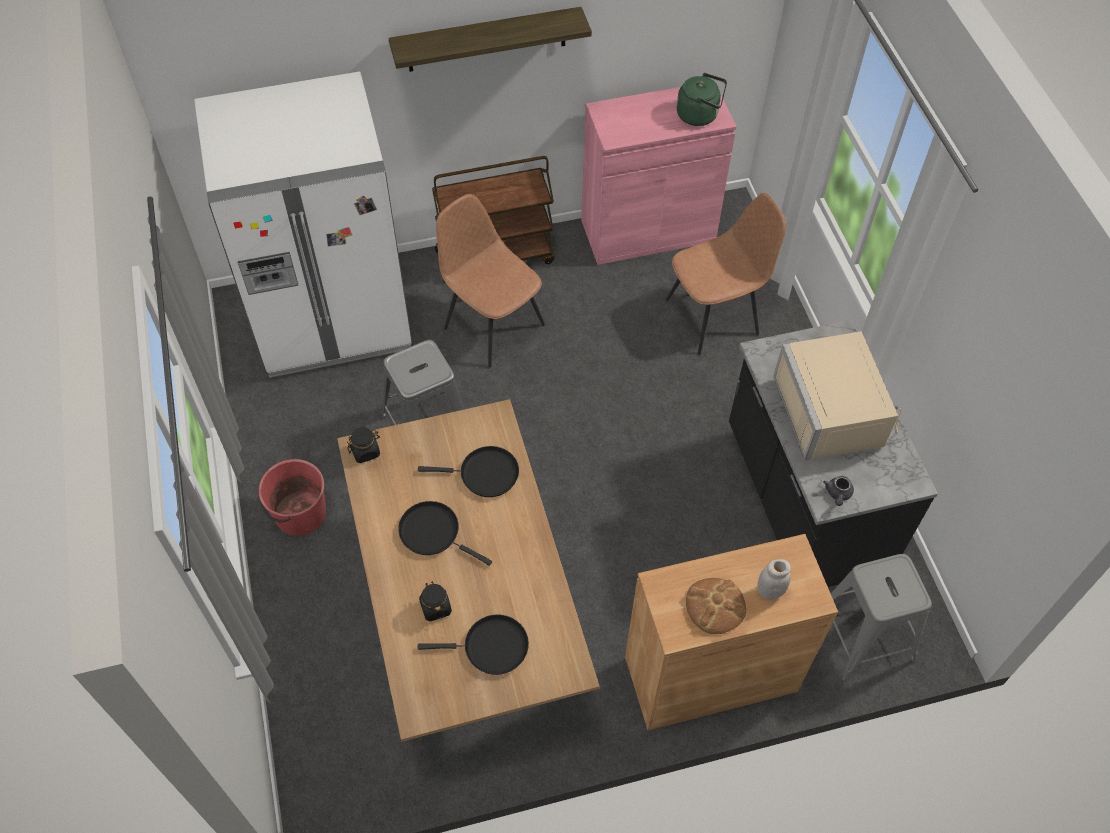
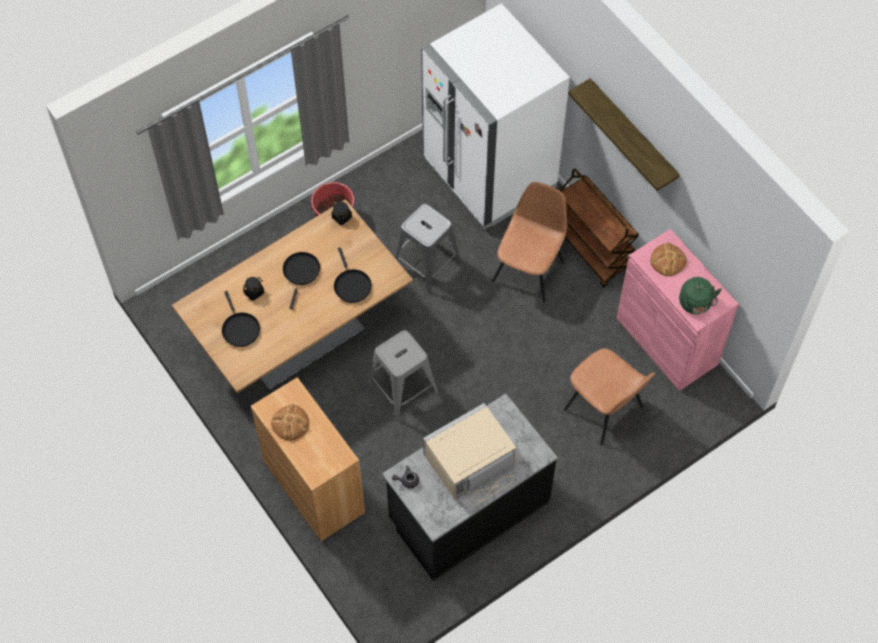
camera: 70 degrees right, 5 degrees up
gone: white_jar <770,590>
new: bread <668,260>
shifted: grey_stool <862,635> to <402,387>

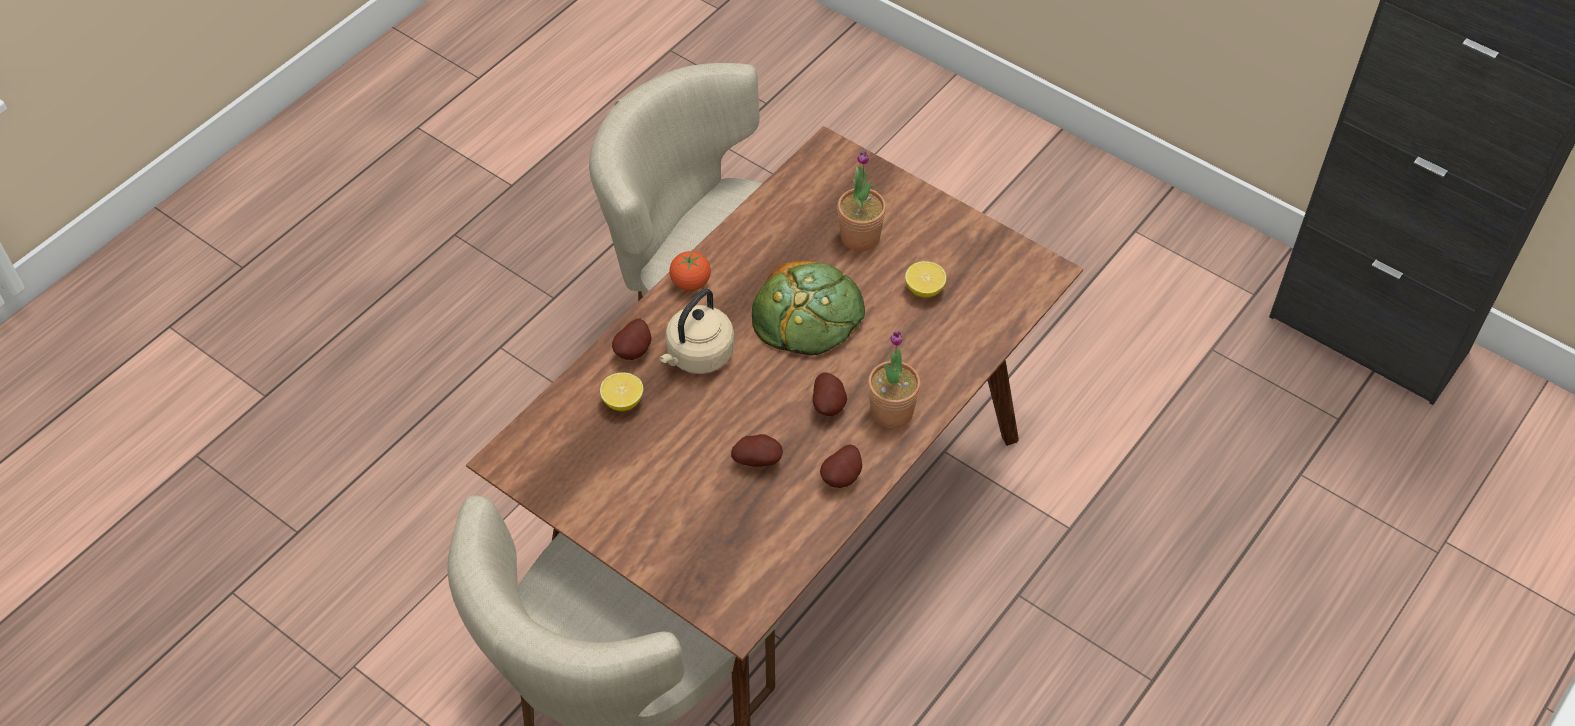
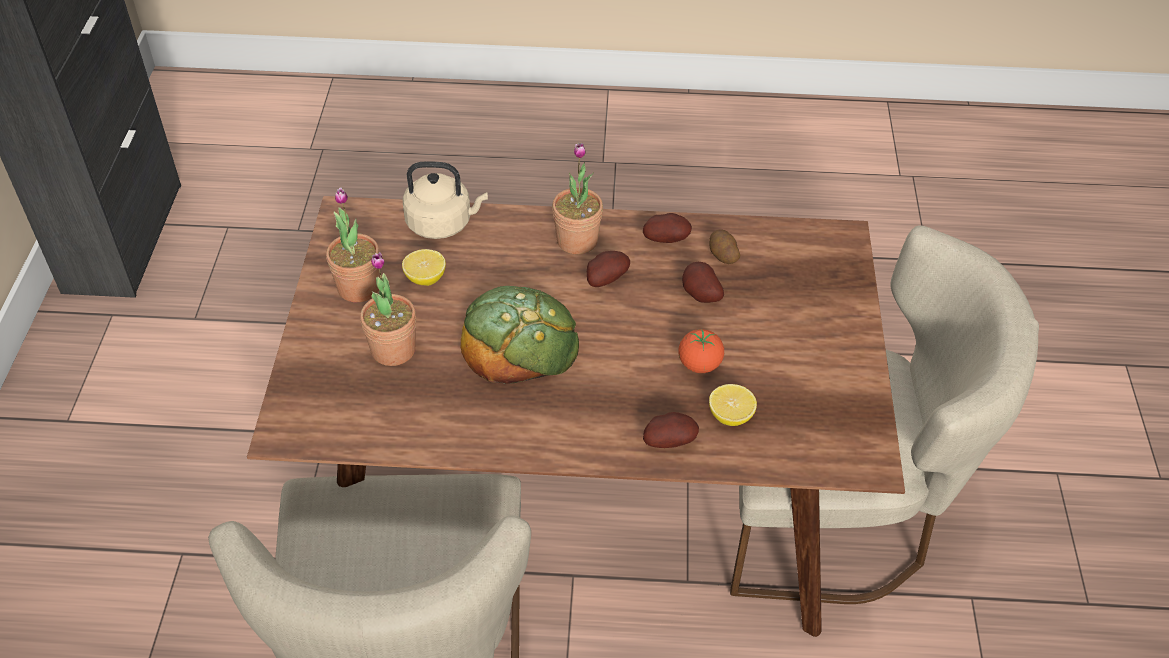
camera: 125 degrees left, 5 degrees down
new: potted_plant <359,287>; potato <722,255>
shifted: beige_kettle <698,356> to <442,223>; tomato <690,283> to <699,364>

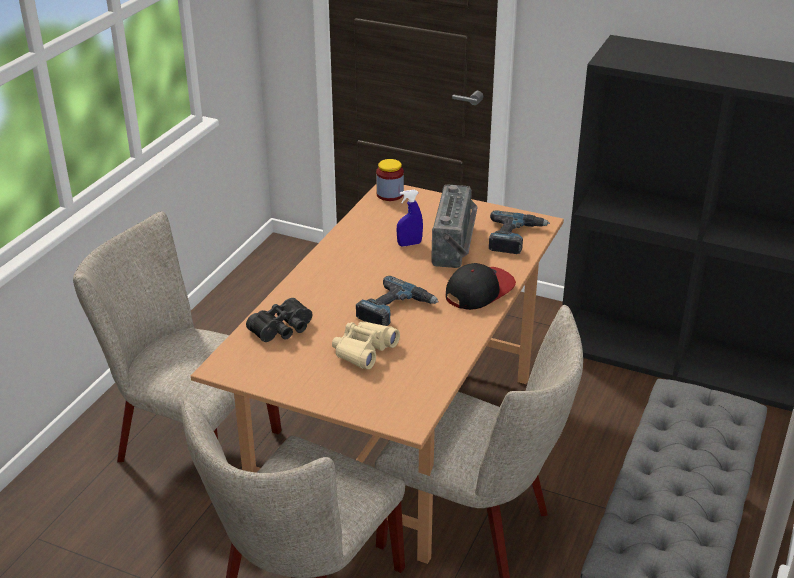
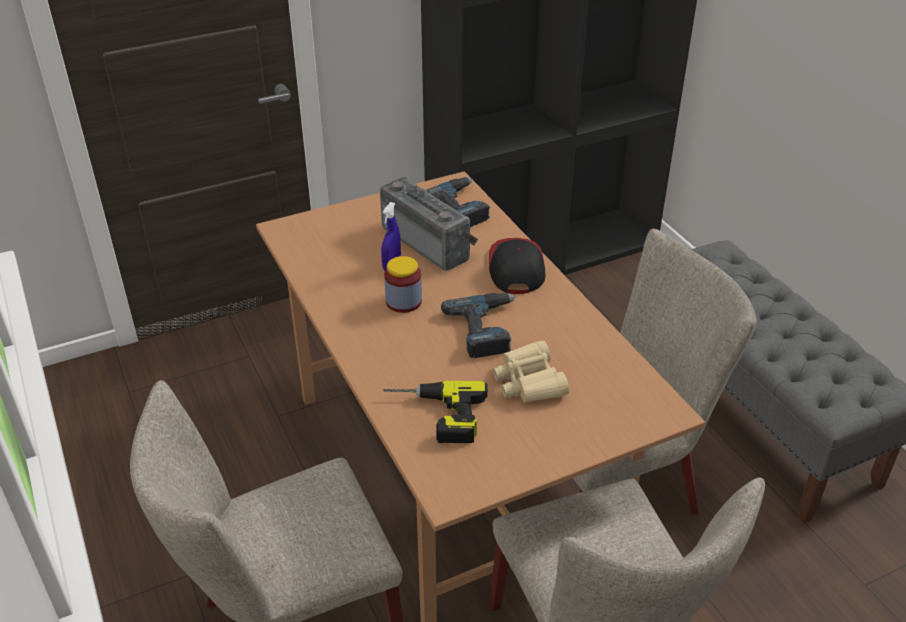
camera: 50 degrees left, 5 degrees up
shifted: jar <390,194> to <403,301>
swapped: black_binoculars <283,330> to power_drill <434,416>

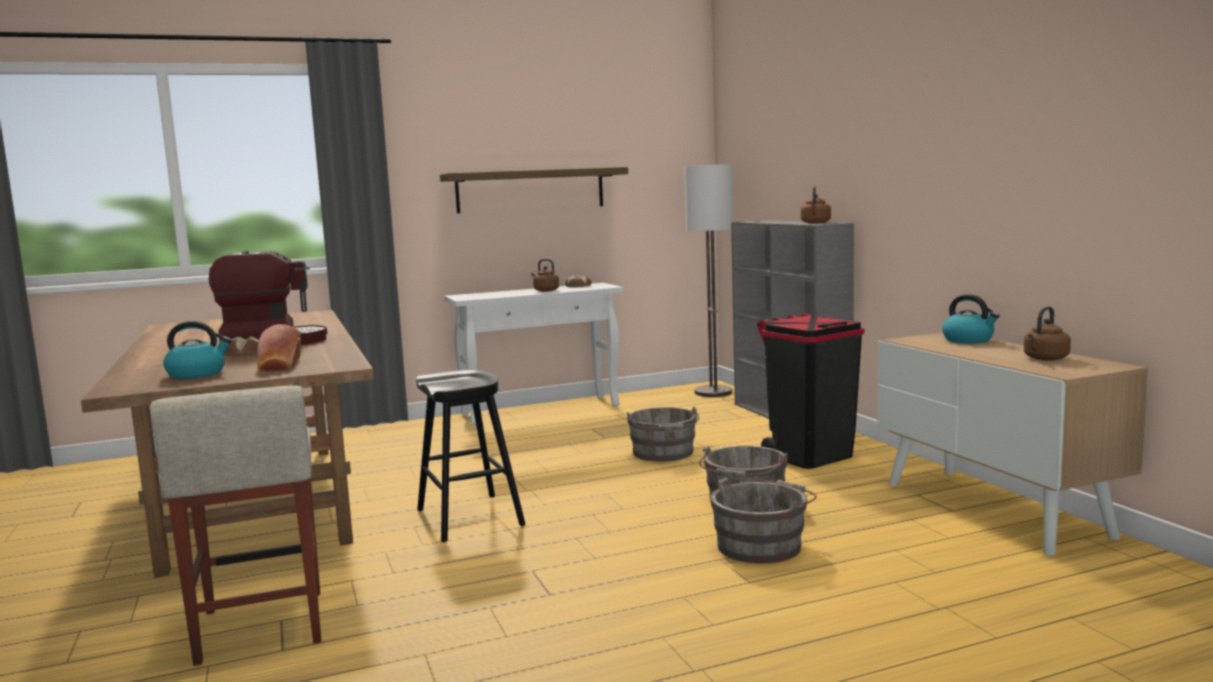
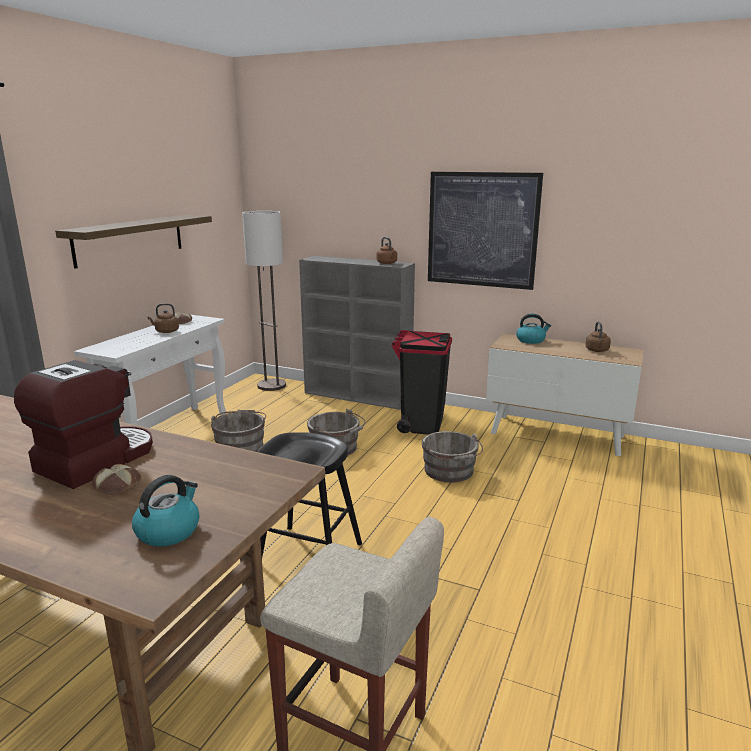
camera: 45 degrees left, 10 degrees up
gone: bread <280,366>
new: picture <482,230>
shifted: grey_bucket <762,545> to <241,446>

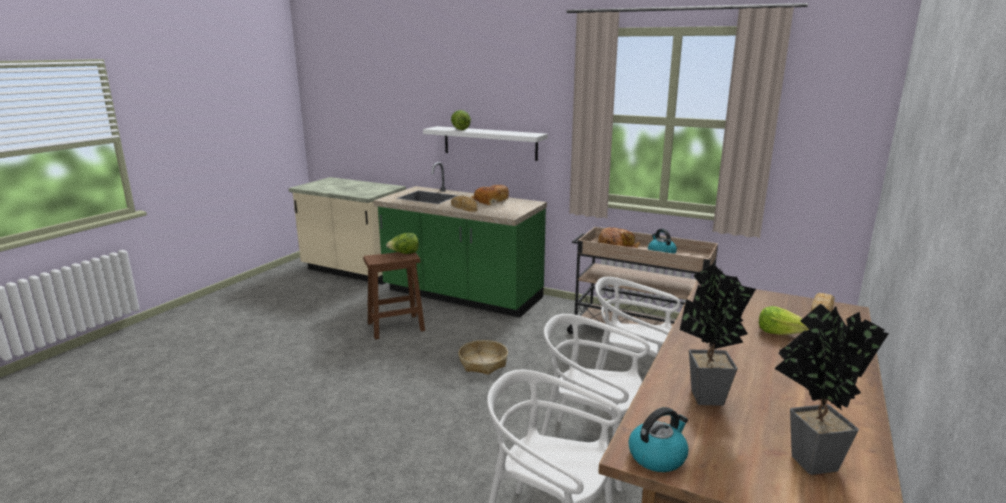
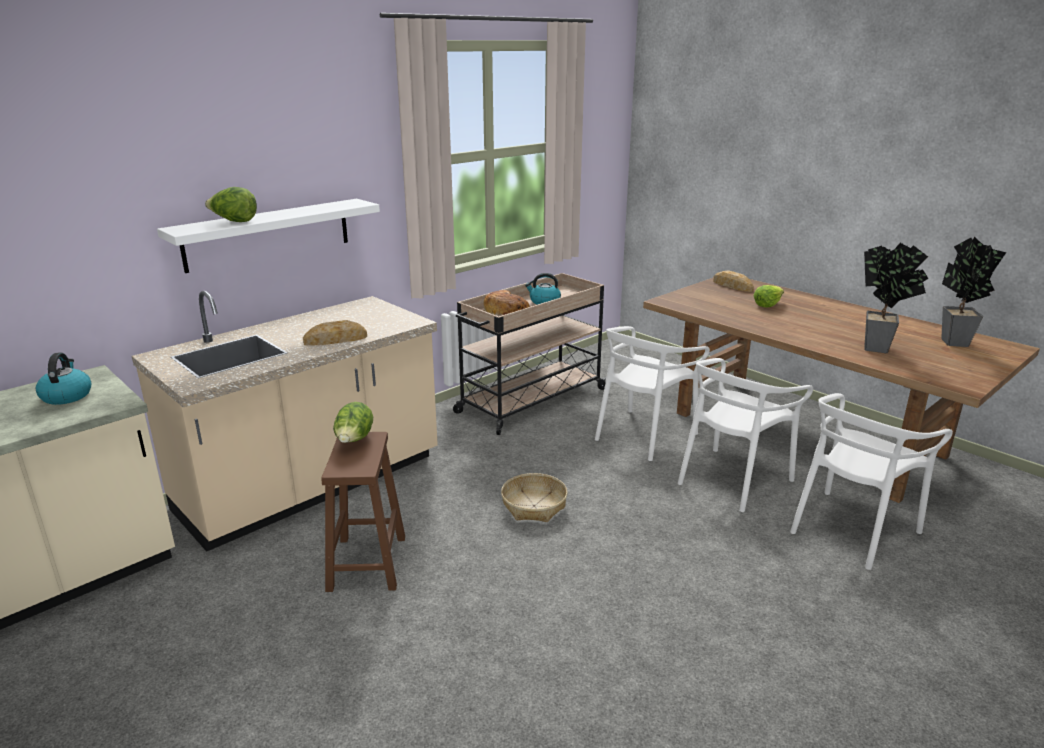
camera: 70 degrees left, 5 degrees up
gone: bread <490,201>
shifted: kettle <657,456> to <66,396>
repainted: green_counter <462,295> to beige_counter <312,485>

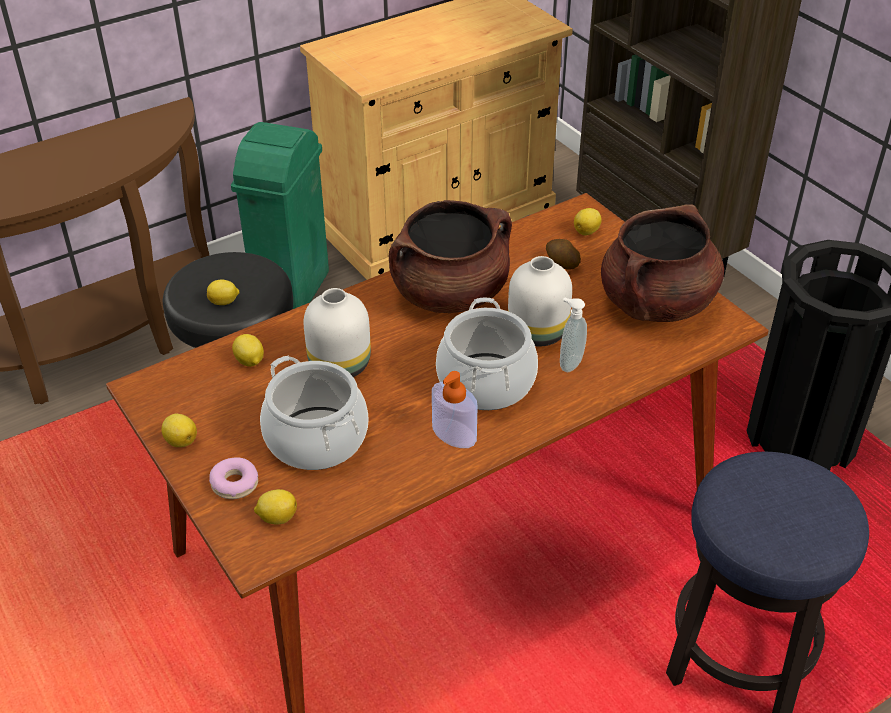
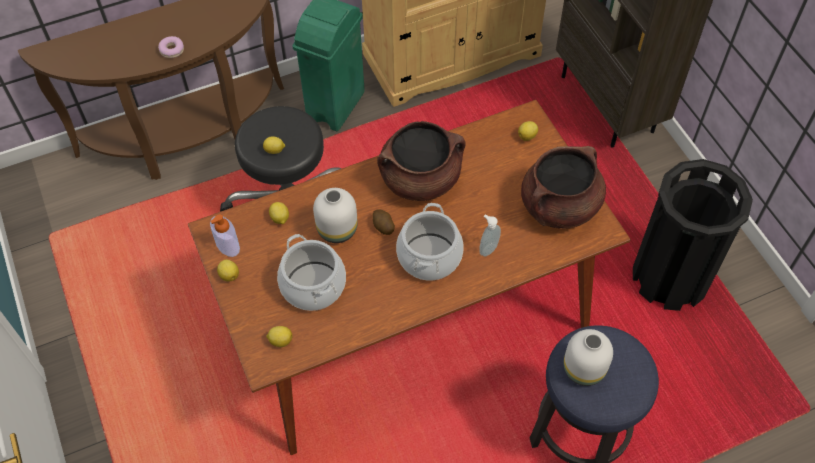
camera: 10 degrees right, 15 degrees up
shifted: donut <235,484> to <172,50>; soap_dispenser <454,433> to <227,245>; white_vase <537,333> to <584,370>; potato <561,263> to <383,226>

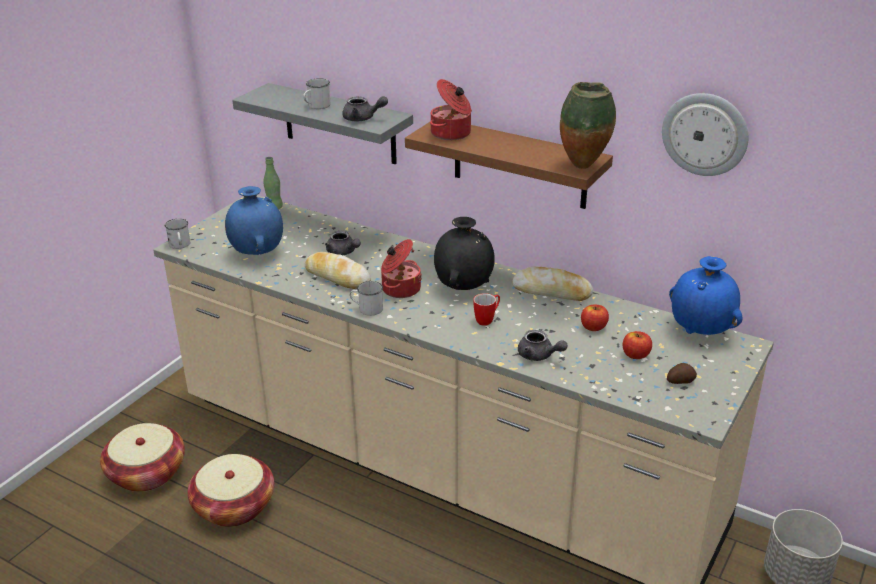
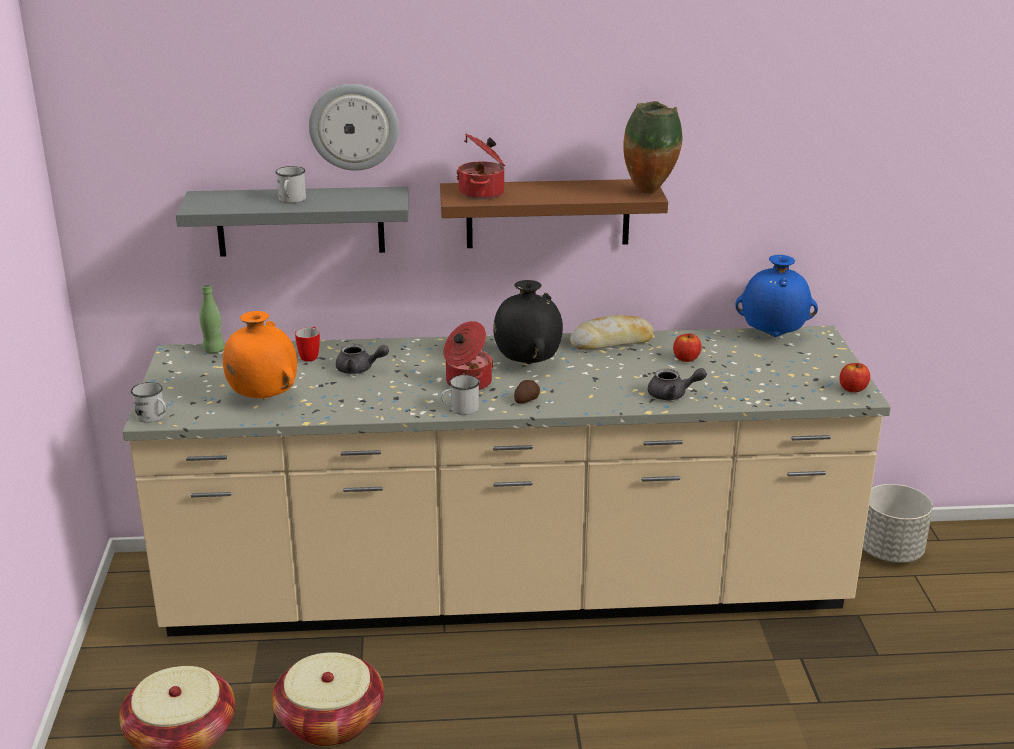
camera: 35 degrees left, 5 degrees down
gone: bread <337,277>; grey_teapot <363,118>
shifted: mug <487,320> to <311,356>; apple <635,355> to <852,389>; wall_clock <705,134> to <353,126>; potato <680,381> to <526,399>
repainted: blue_vase <257,253> to orange_vase <263,398>

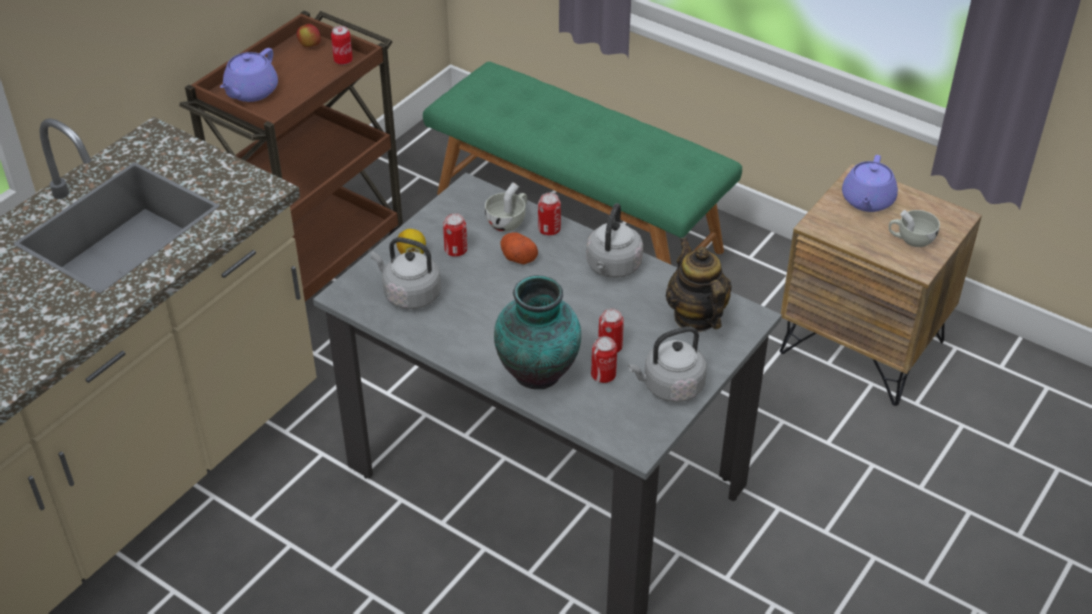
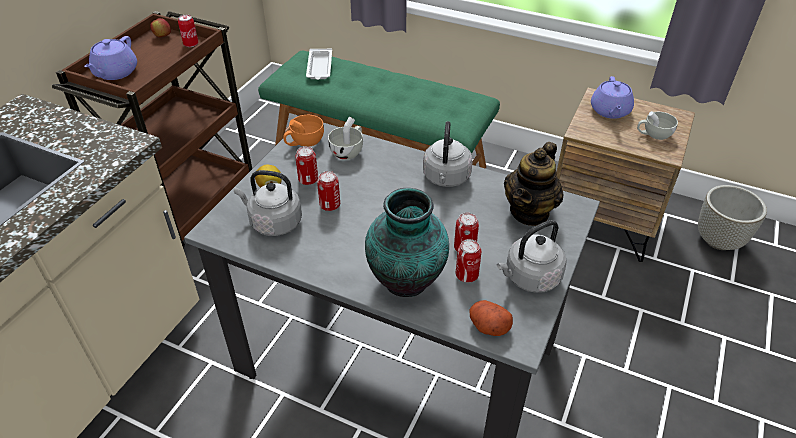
camera: 10 degrees left, 0 degrees up
new: orange_cup <304,142>; white_tray <319,68>; grey_planter <719,241>
shifted: potato <517,257> to <488,326>; can <549,230> to <330,205>
rotated: teapot <696,317> = <530,212> 120 degrees counterclockwise

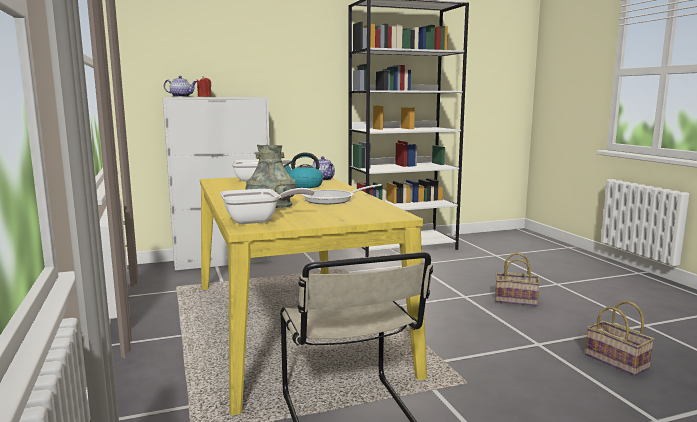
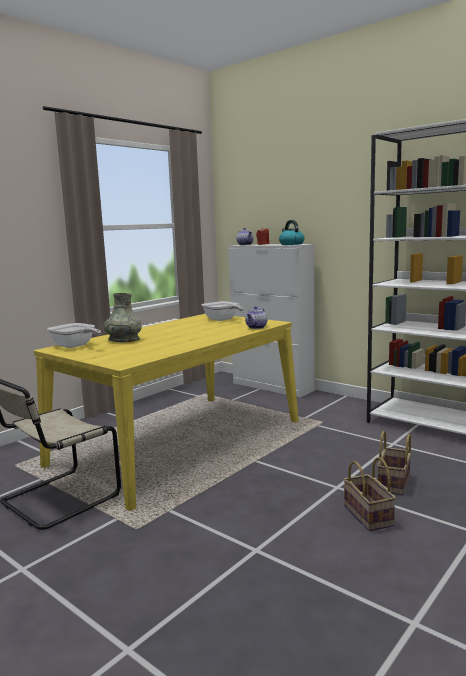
camera: 60 degrees right, 0 degrees up
gone: frying_pan <333,200>
shifted: kettle <304,186> to <291,244>; basket <618,361> to <394,483>

